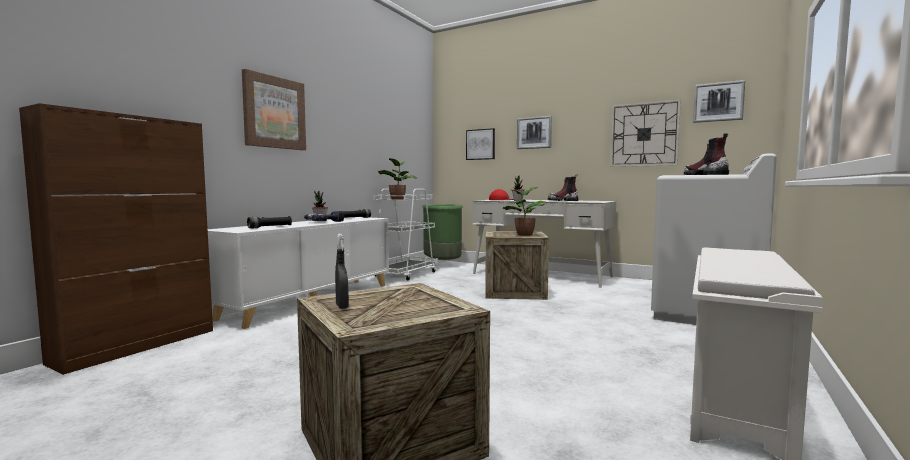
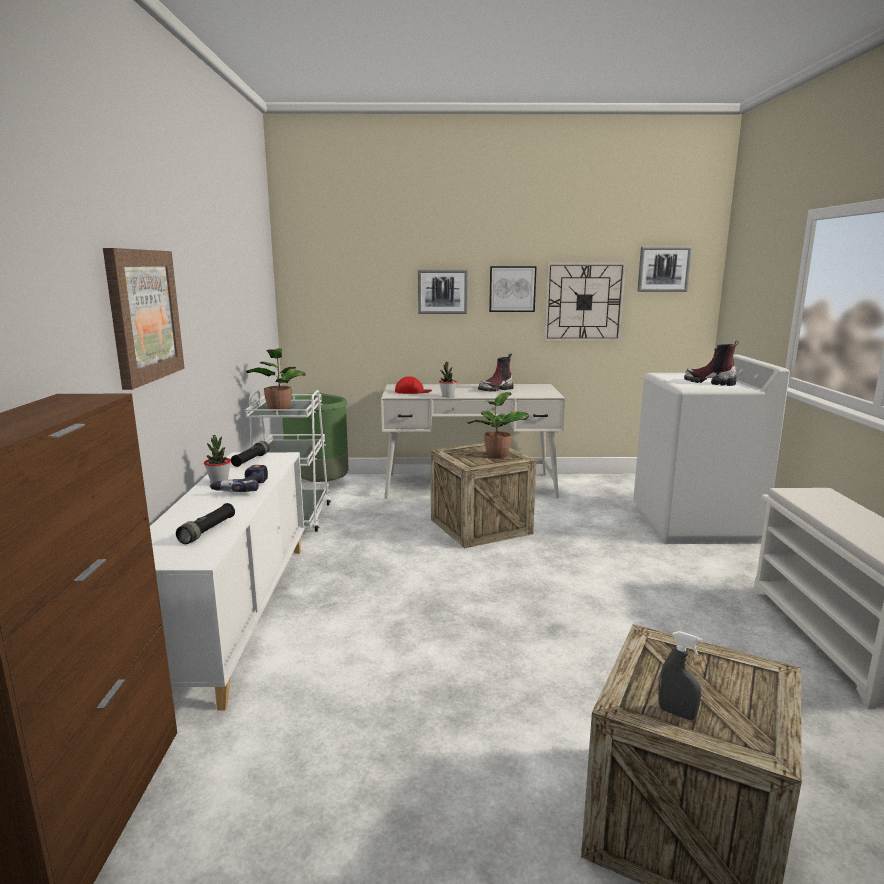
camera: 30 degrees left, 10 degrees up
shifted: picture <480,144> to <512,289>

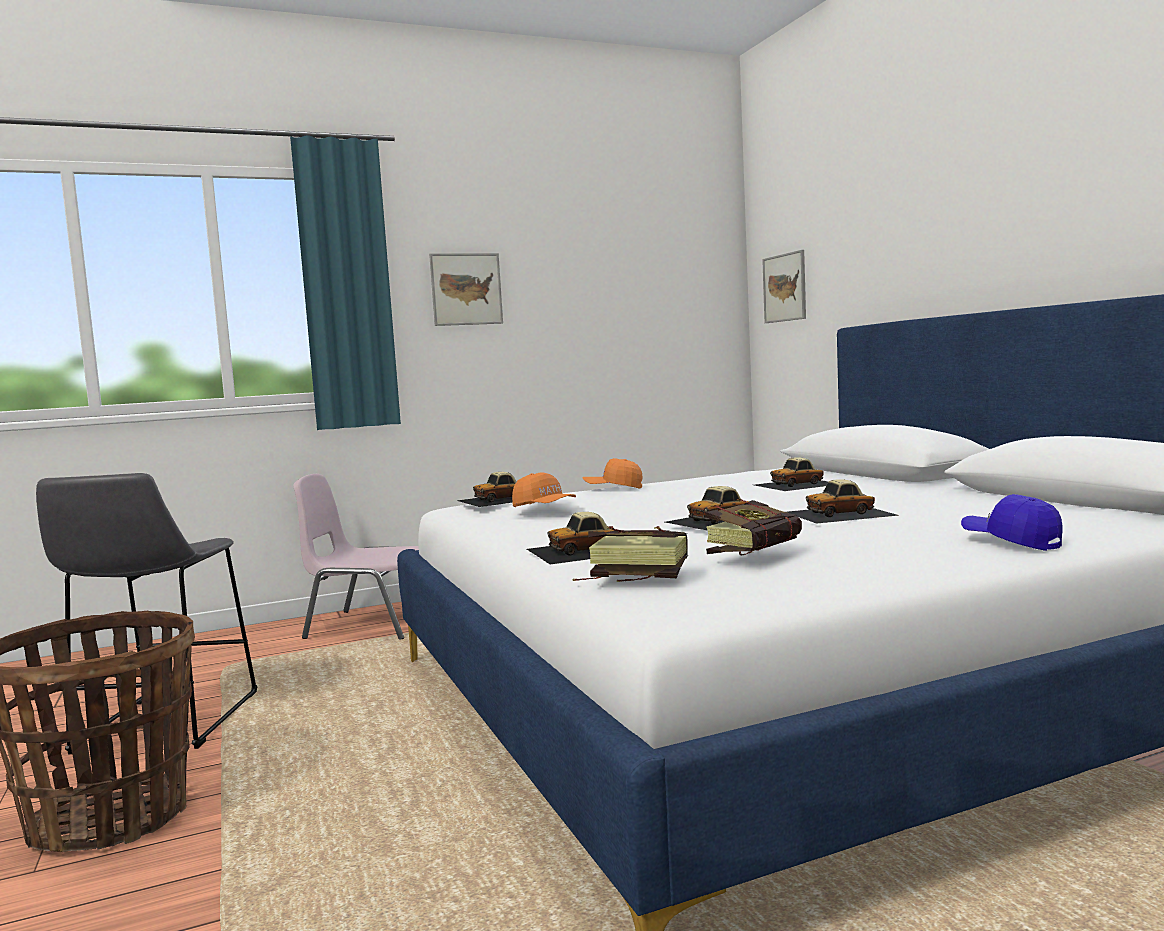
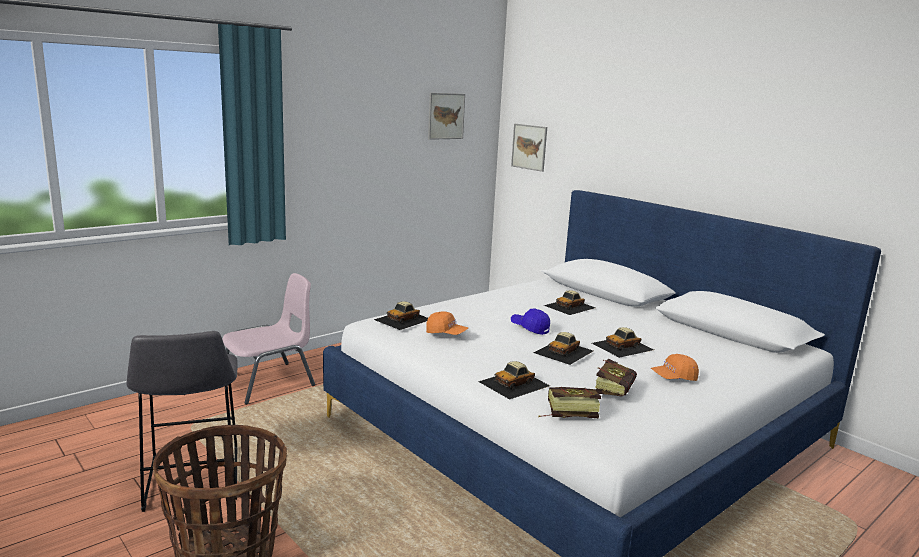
camera: 20 degrees left, 10 degrees up
shifted: picture <466,289> to <446,116>; orange_cap <613,488> to <673,378>; blue_cap <1011,542> to <530,328>
rotated: pink_chair <370,624> = <269,382> 150 degrees clockwise

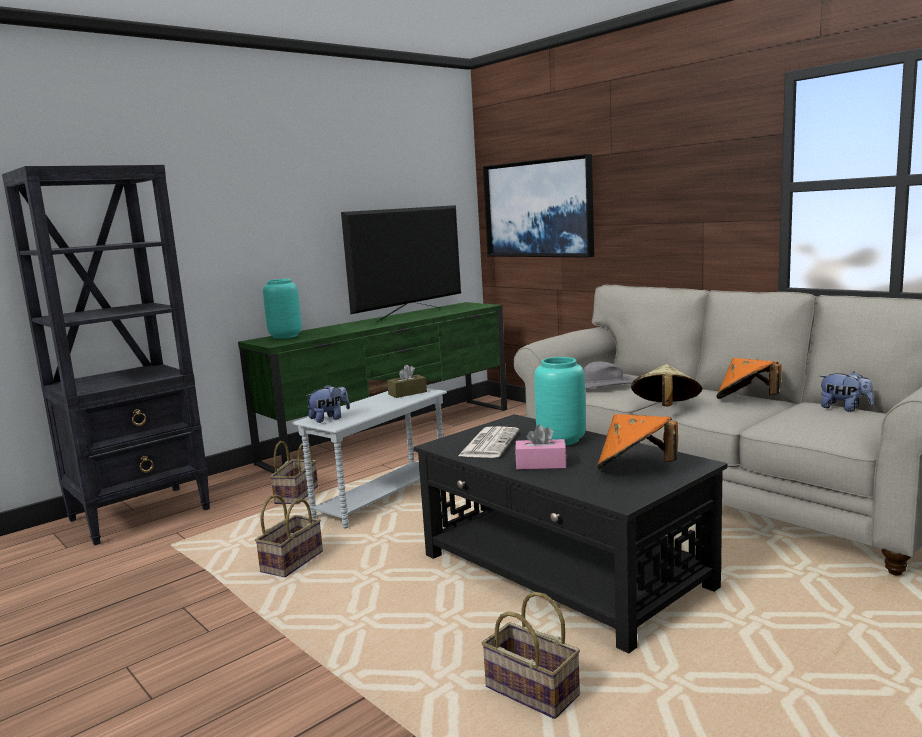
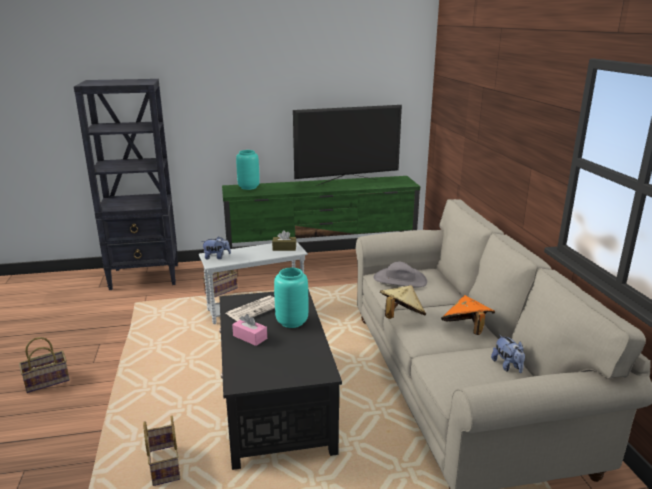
camera: 30 degrees right, 10 degrees up
gone: picture <538,209>; orange_hat <635,469>
shifted: basket <292,561> to <48,380>

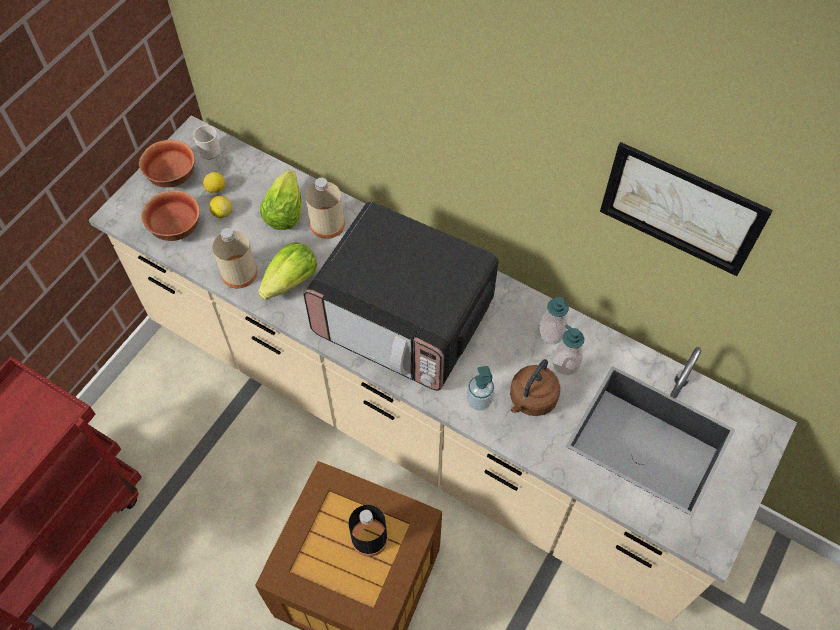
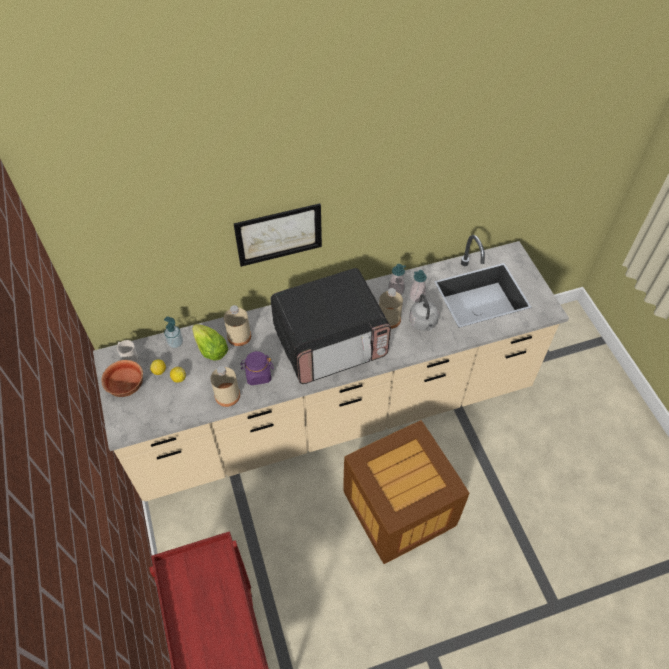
camera: 50 degrees left, 5 degrees down
gone: bowl <176,227>; black_bottle <369,538>
new: beige_bottle <389,319>
shifted: soap_dispenser <479,400> to <175,343>; picture <681,209> to <279,234>
swapped: lettuce <291,281> to purple_jar <258,375>
repainted: brown_kettle <531,400> to grey_kettle <423,323>

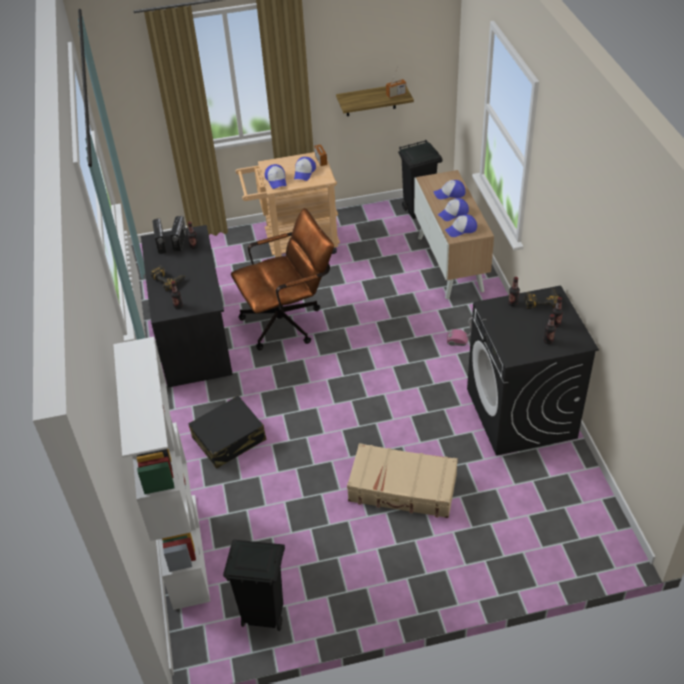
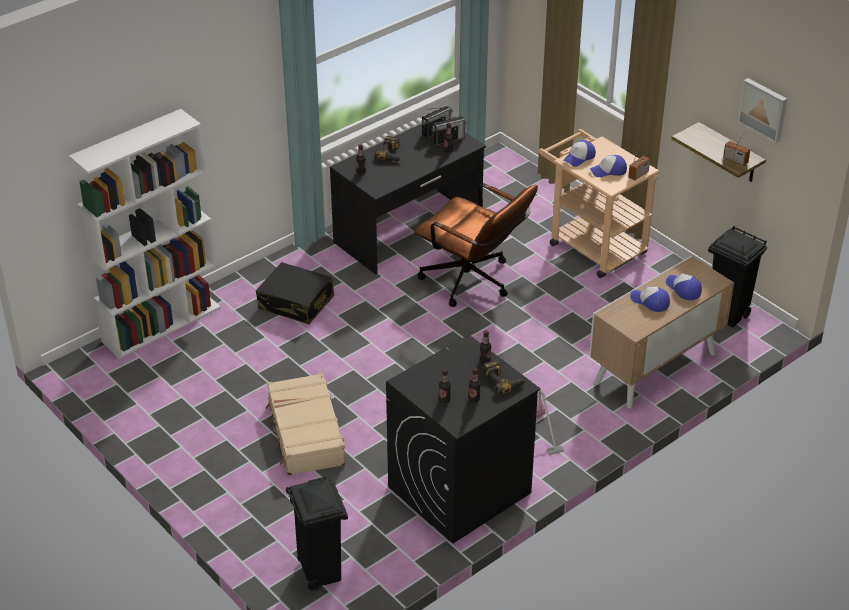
camera: 60 degrees right, 5 degrees down
gone: cap <461,229>
new: picture <763,109>
shifted: black_trash_can <263,615> to <320,572>

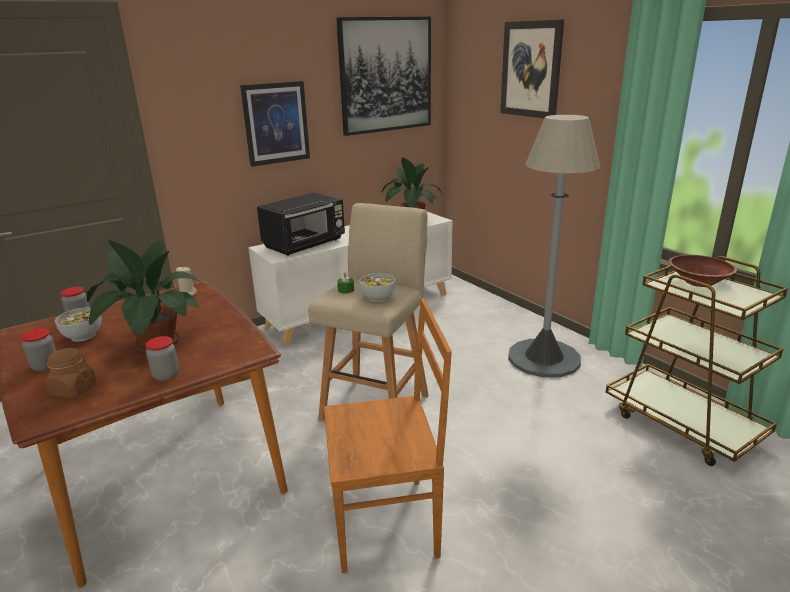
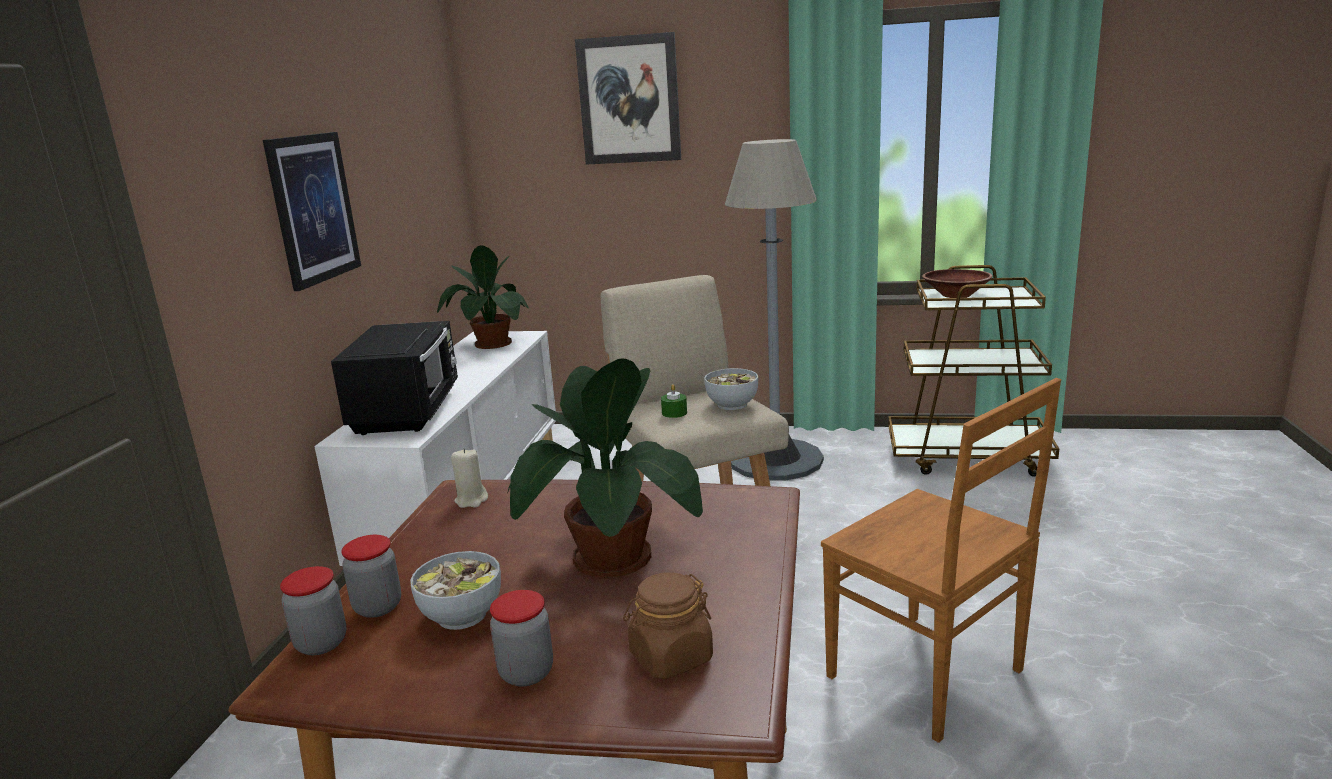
camera: 45 degrees left, 5 degrees down
gone: picture <385,75>
shifted: jar <166,375> to <321,643>
rotated: brown_chair <387,522> = <929,676> 105 degrees clockwise

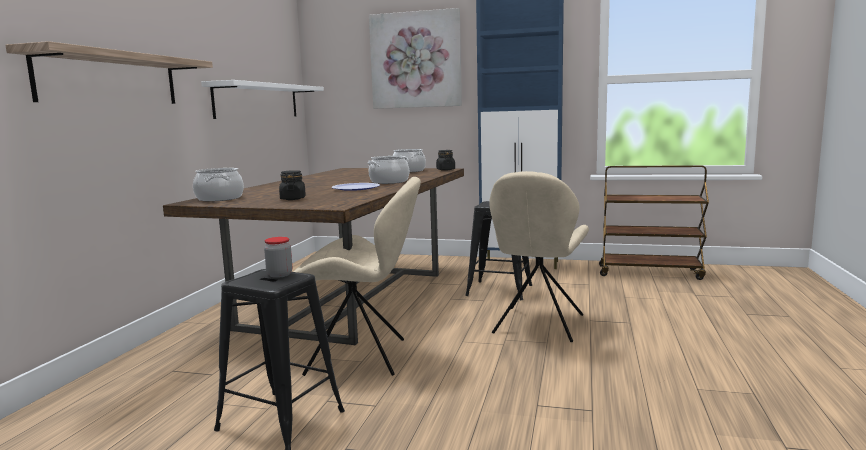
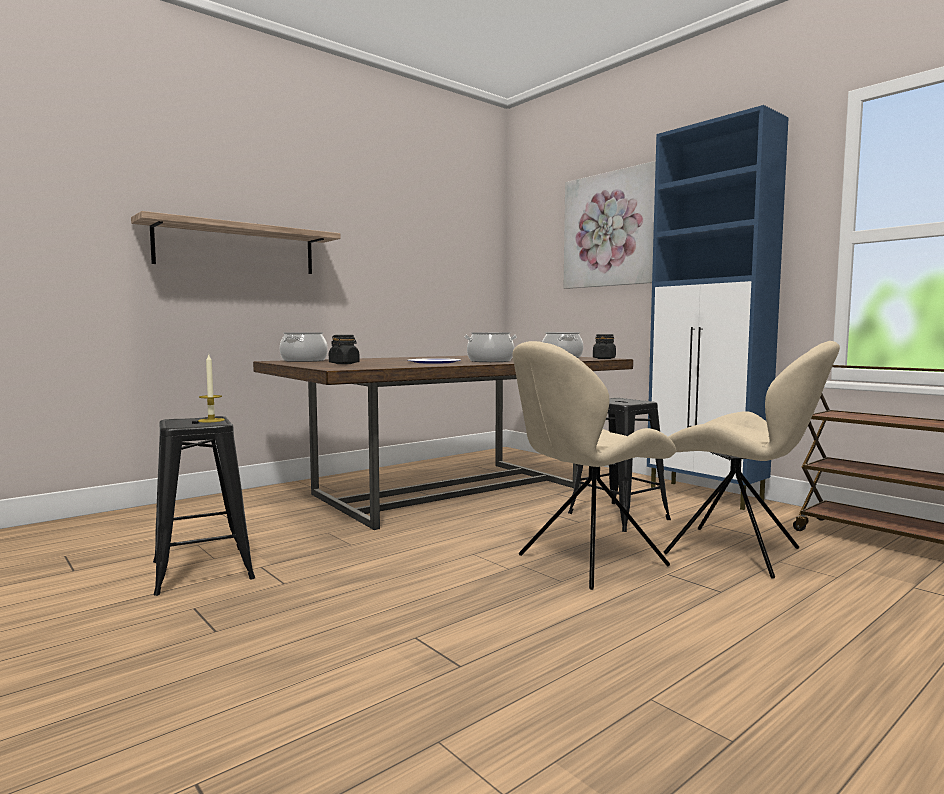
camera: 35 degrees right, 5 degrees down
gone: white_shelf <258,101>
shifted: beige_chair <361,357> to <737,552>
swapped: jar <279,275> to candle <211,420>

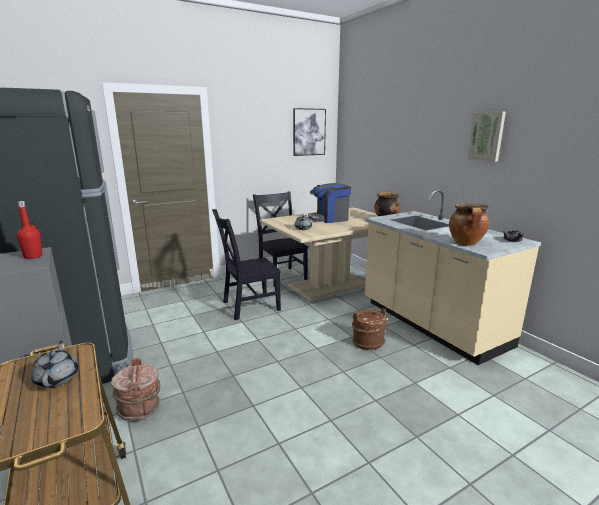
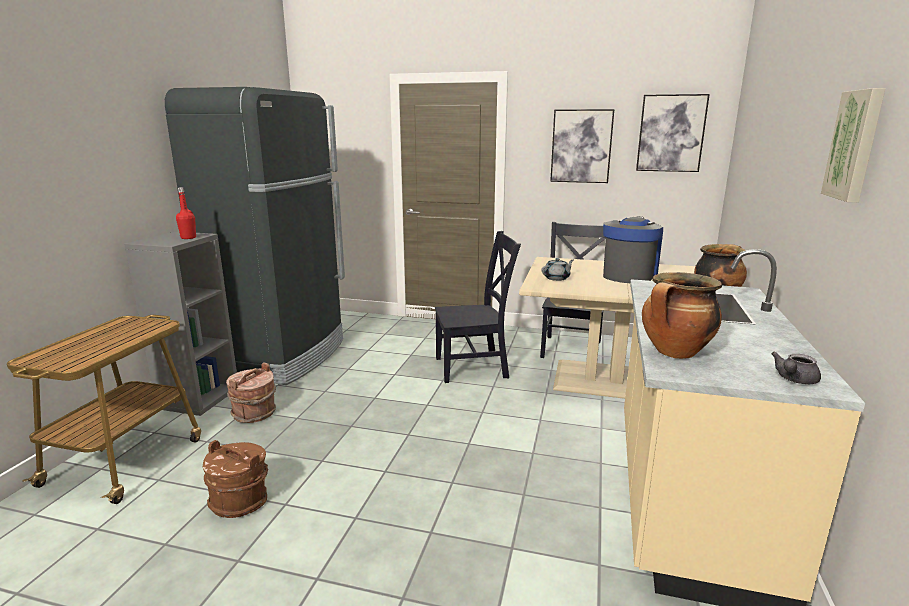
camera: 45 degrees right, 0 degrees up
gone: grey_teapot <57,378>
new: picture <581,146>
shifted: brown_bucket <368,342> to <240,501>
rotated: black_chair <248,306> = <475,367> 150 degrees clockwise; coffee_machine <329,219> = <629,275> 90 degrees clockwise

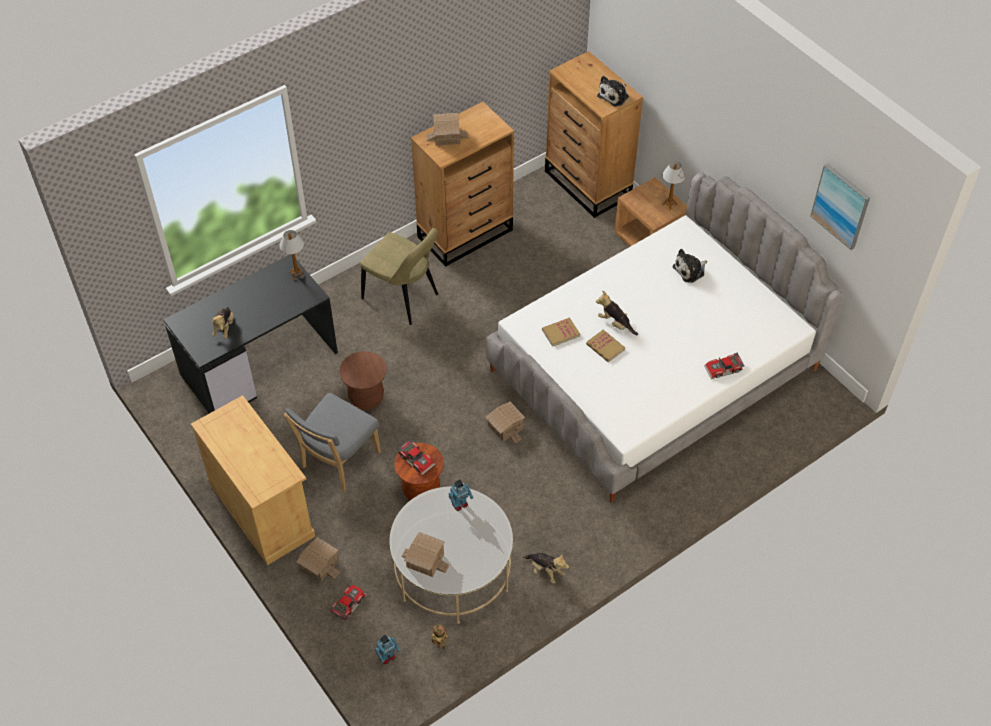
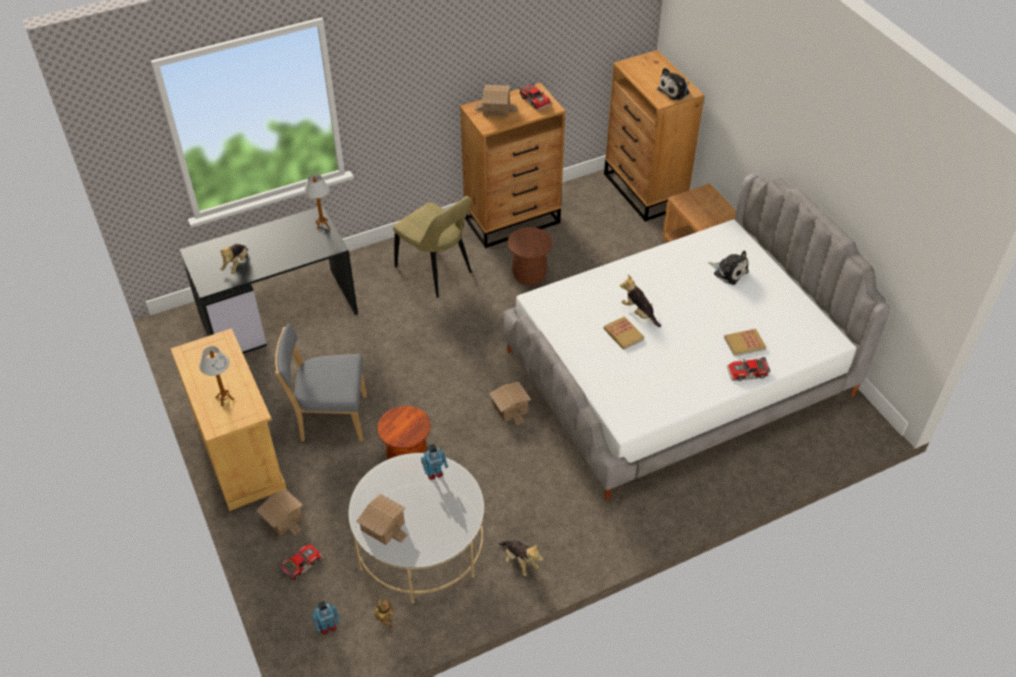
camera: 10 degrees right, 5 degrees down
gone: picture <841,206>
shifted: brown_stool <366,398> to <529,275>; toy_car <417,459> to <536,100>; book <560,333> to <744,343>; table_lamp <669,204> to <225,398>
rotated: grey_chair <338,462> = <330,418> 45 degrees clockwise; plush_toy <690,270> = <729,271> 120 degrees counterclockwise

